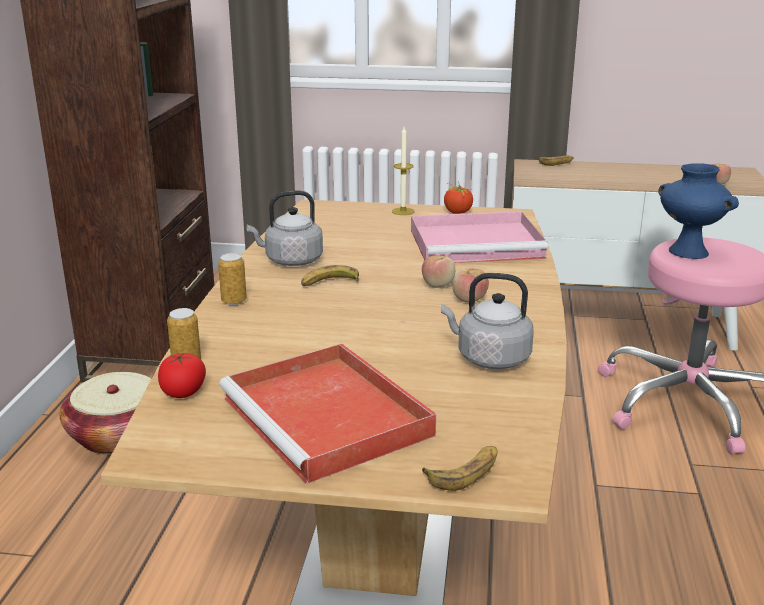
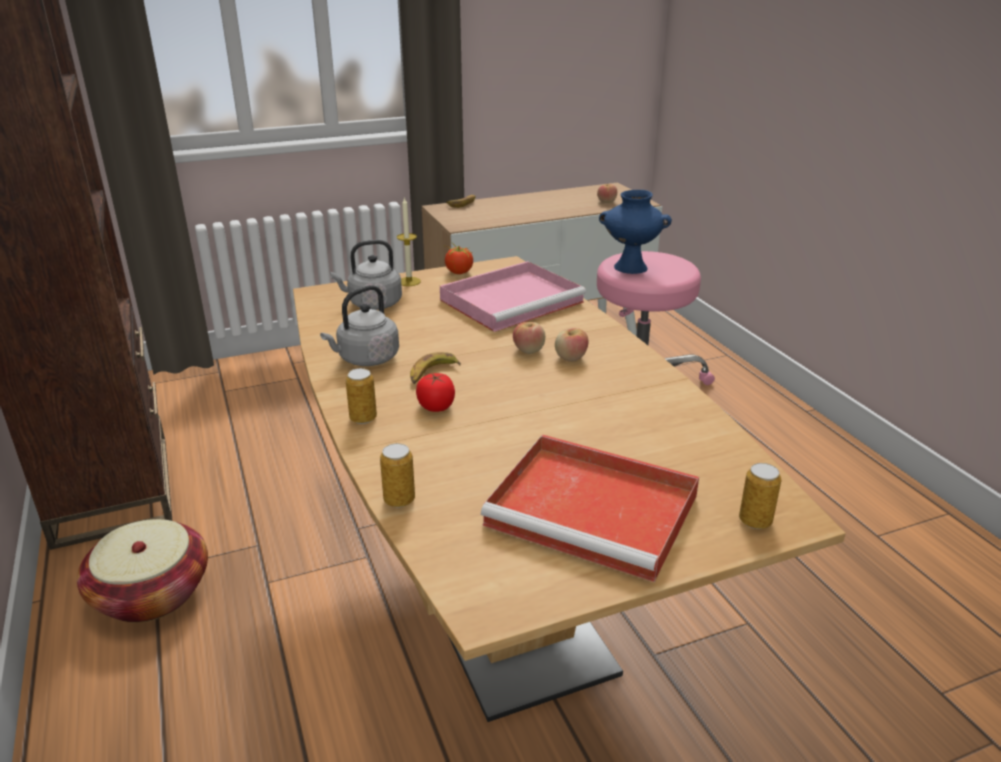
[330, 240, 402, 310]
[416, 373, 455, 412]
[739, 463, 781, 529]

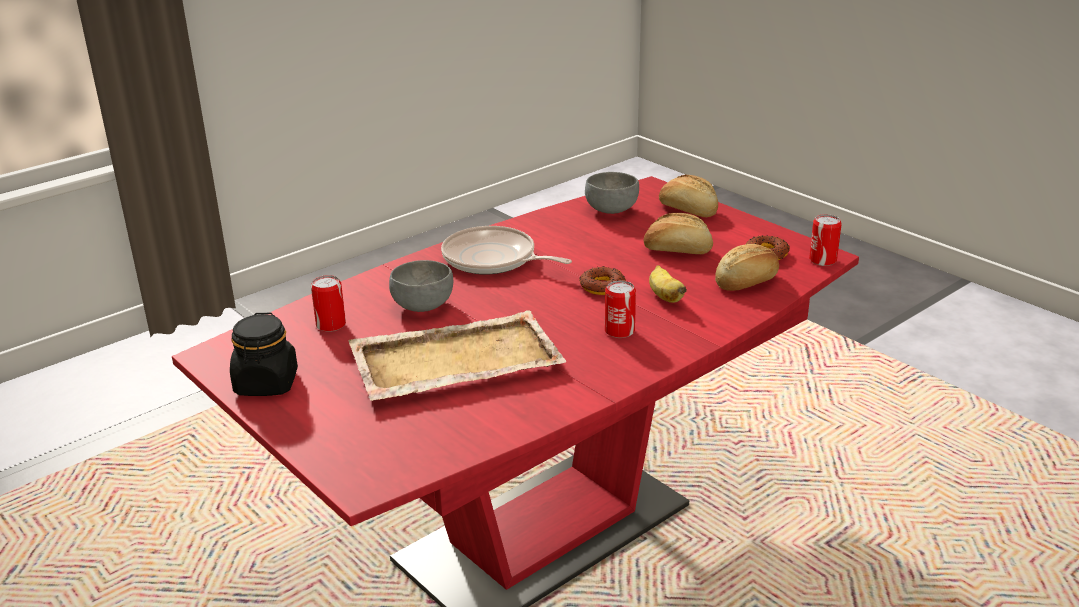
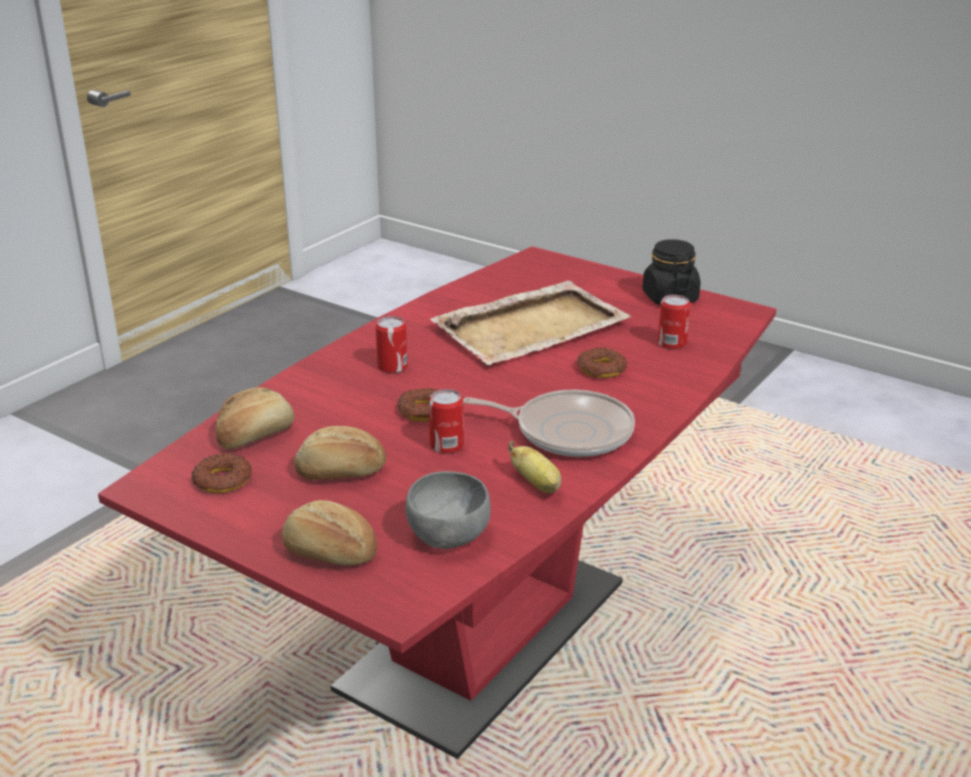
[429, 389, 464, 454]
[577, 348, 627, 378]
[508, 441, 561, 493]

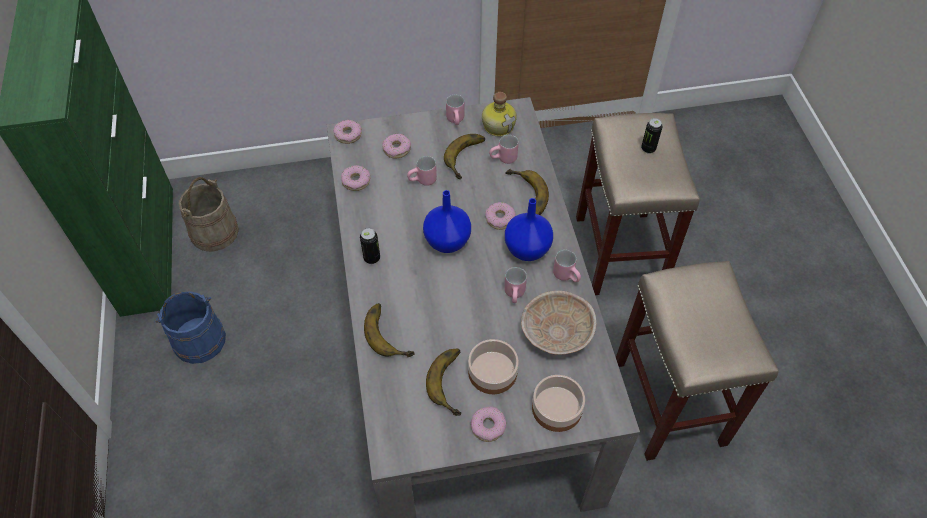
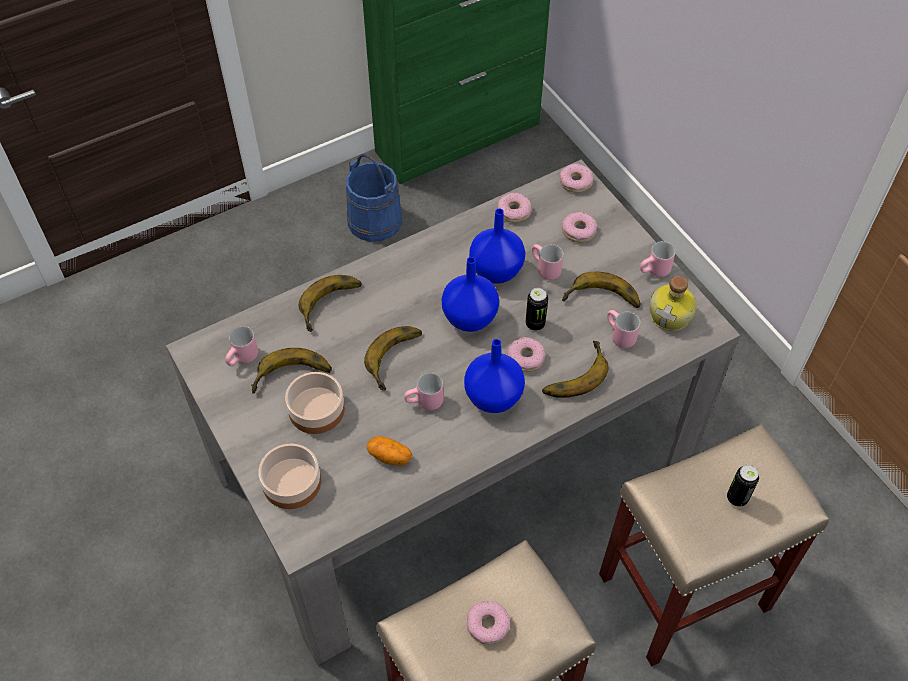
[179, 177, 239, 252] (first image)
[525, 288, 548, 331]
[225, 326, 258, 366]
[366, 436, 412, 466]
[467, 601, 510, 644]
[469, 209, 525, 284]
[364, 326, 422, 391]

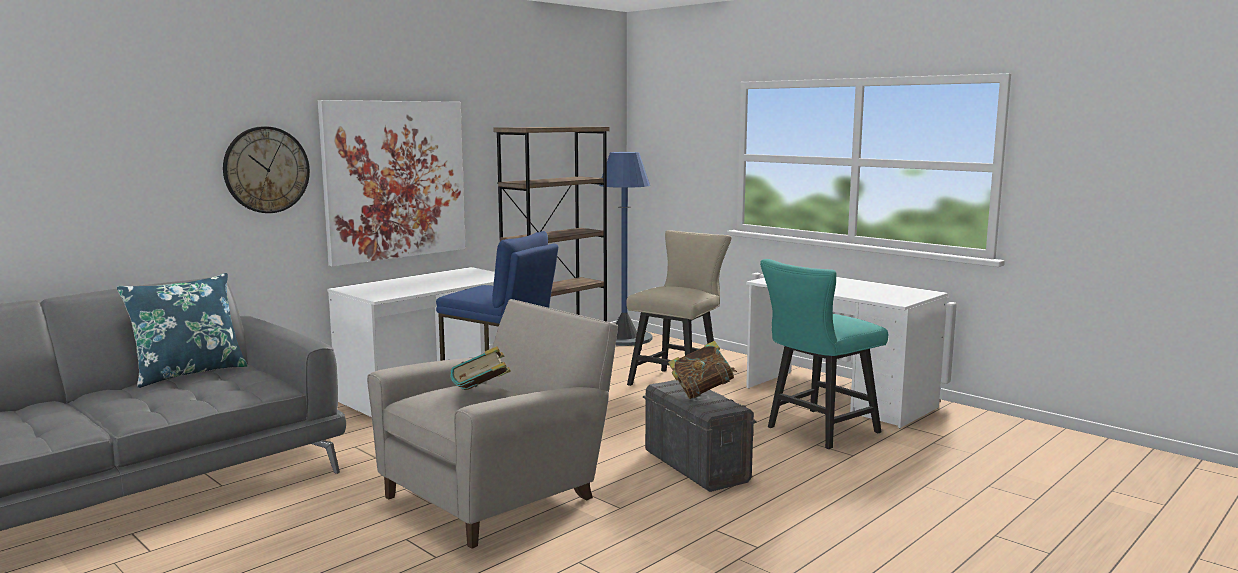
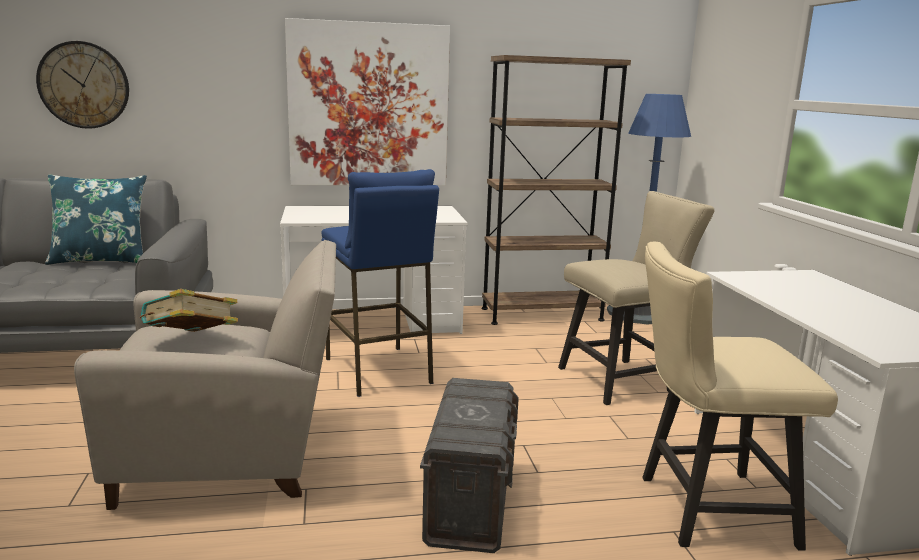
[36, 41, 129, 129]
[642, 242, 838, 551]
[668, 341, 737, 399] (first image)

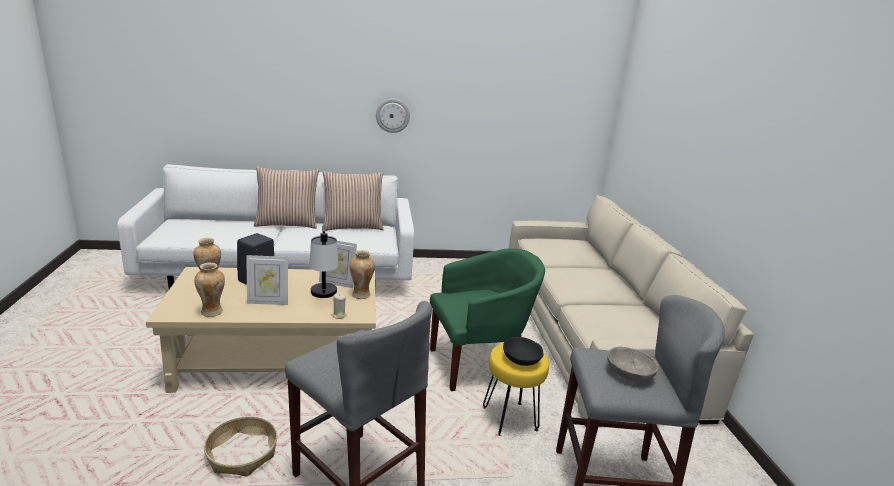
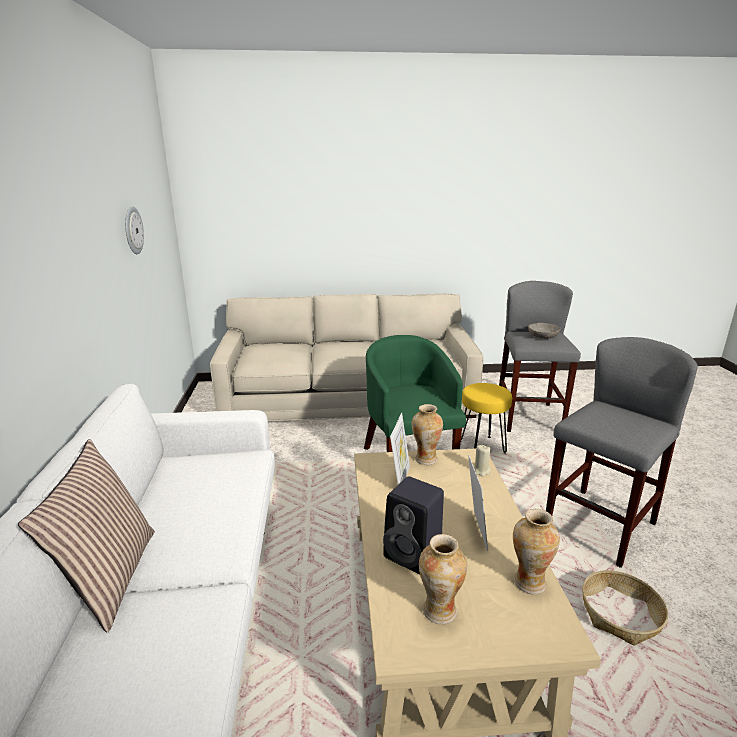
[125, 206, 144, 254]
[322, 171, 384, 231] (first image)
[309, 225, 339, 298] (first image)
[503, 337, 544, 366] (first image)

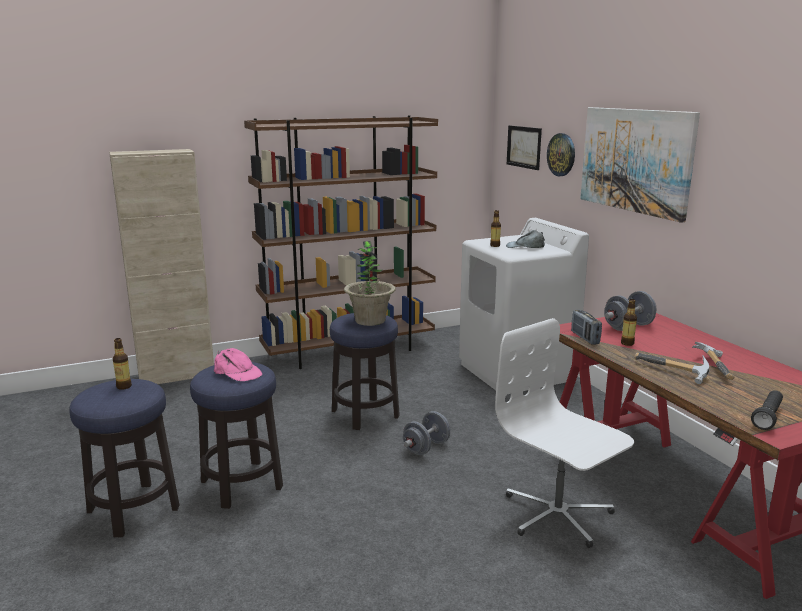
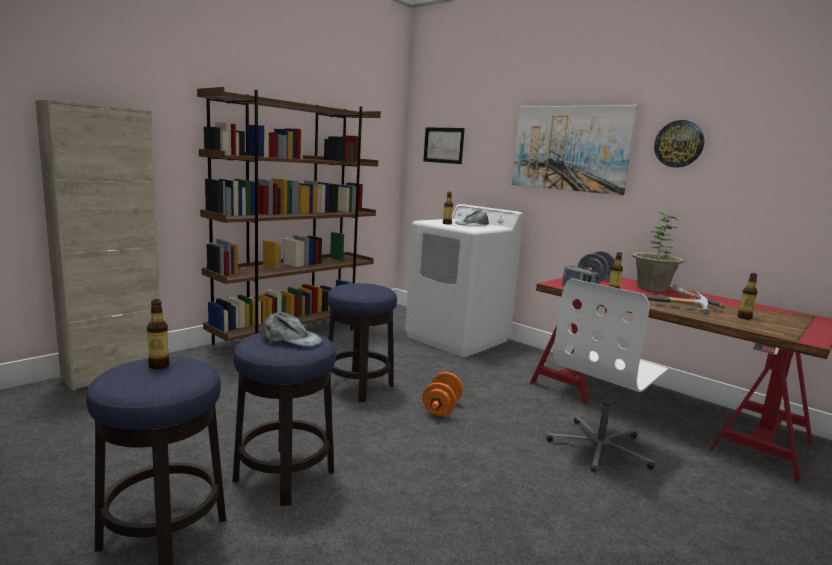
[654, 120, 705, 168]
[632, 212, 685, 292]
[547, 278, 669, 473]
[261, 312, 323, 347]
[751, 390, 783, 430] (first image)
[422, 372, 463, 416]
[737, 273, 757, 320]

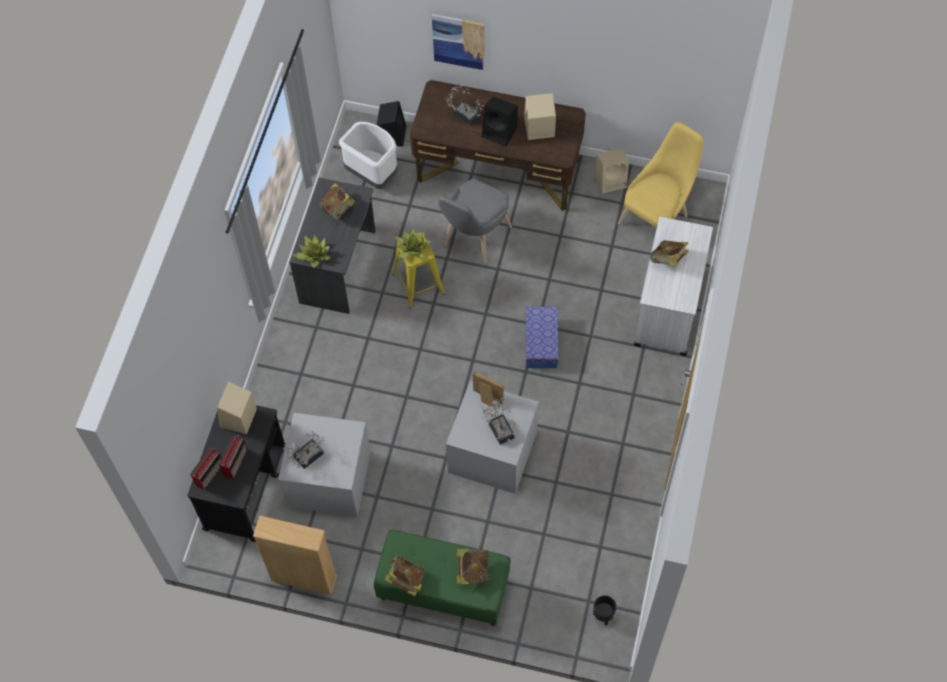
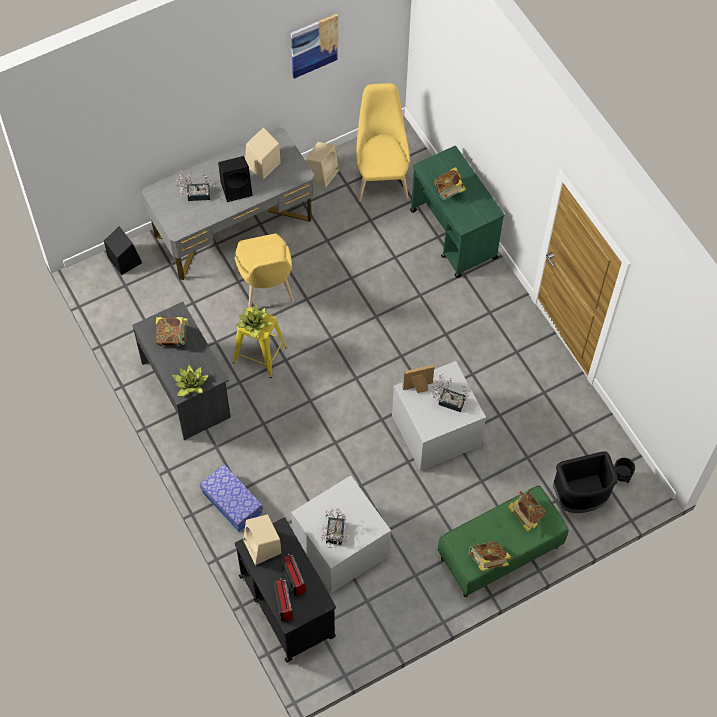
[291, 14, 338, 79]
[142, 128, 315, 280]
[339, 122, 397, 189] (first image)
[235, 234, 294, 308]
[410, 146, 504, 278]
[200, 465, 263, 532]
[253, 516, 337, 595] (first image)
[553, 452, 618, 513]

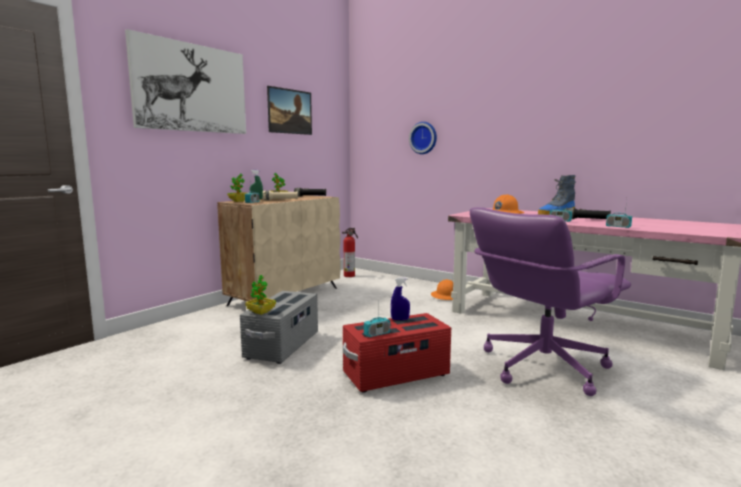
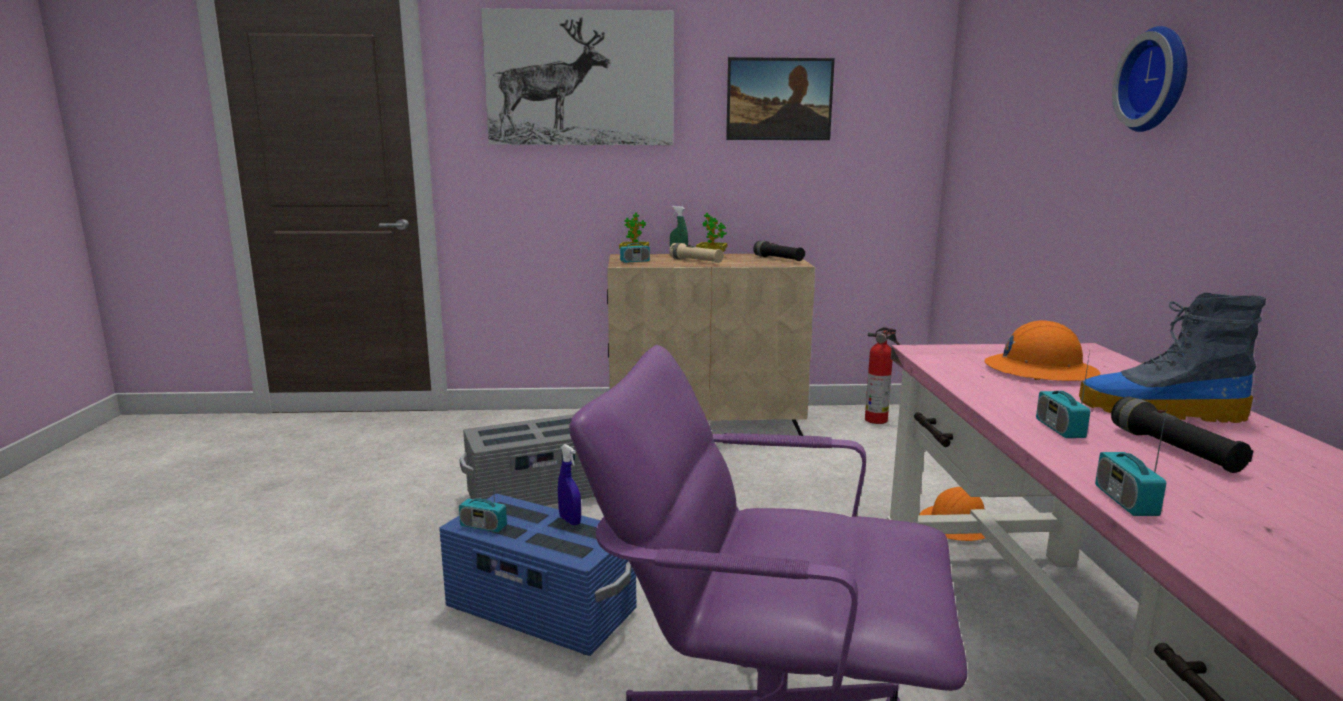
[1112, 26, 1187, 132]
[245, 275, 276, 315] (first image)
[439, 494, 636, 656]

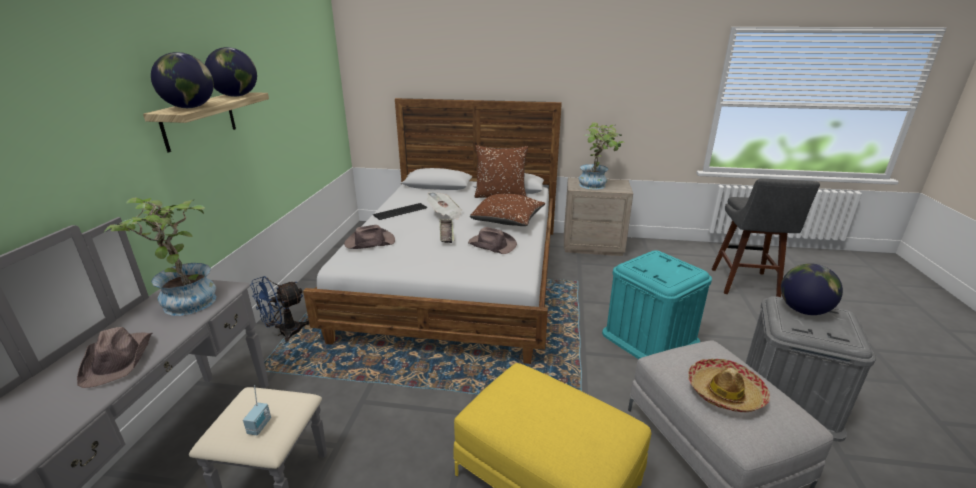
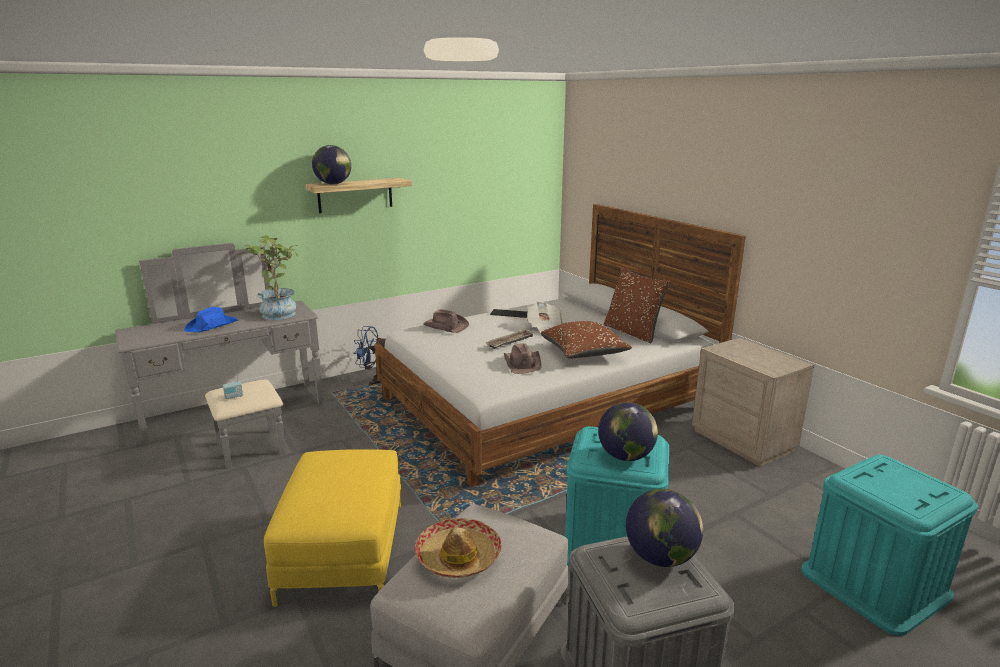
[598, 402, 658, 461]
[579, 122, 625, 190] (first image)
[801, 455, 978, 636]
[184, 307, 238, 332]

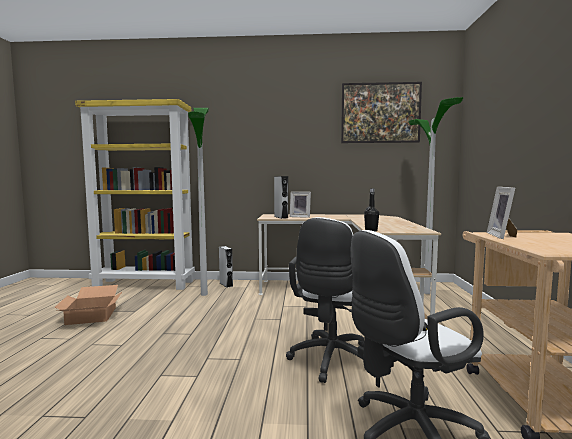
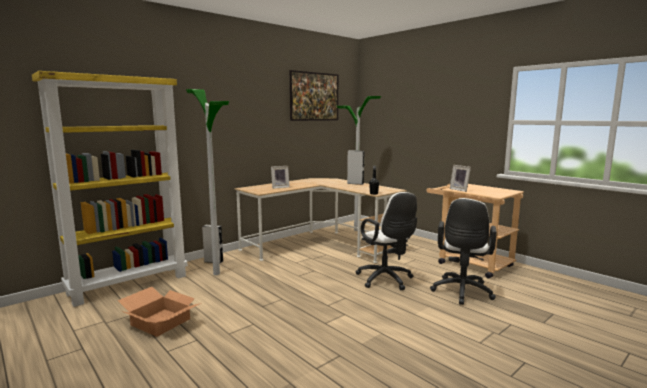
[347, 150, 364, 185]

